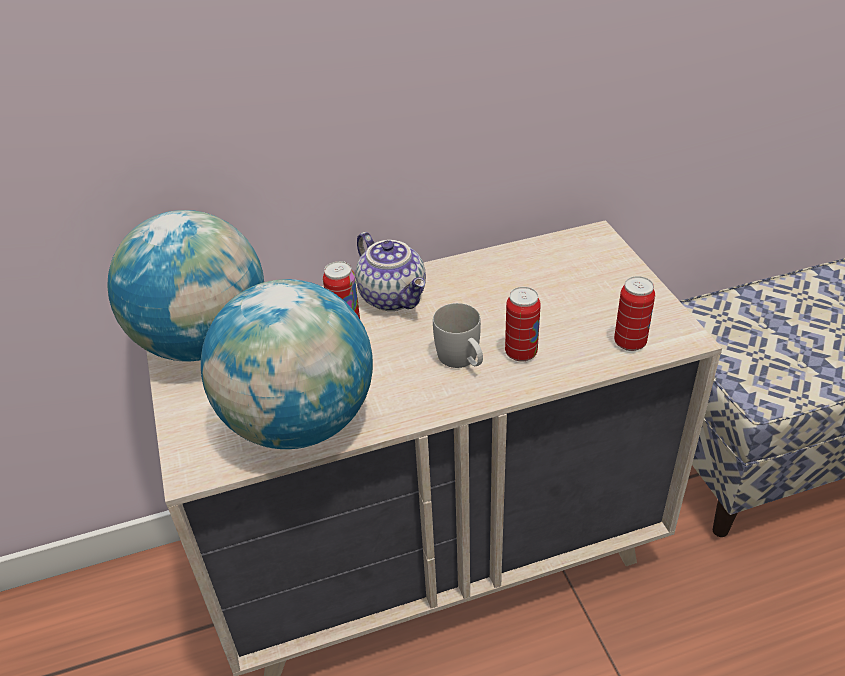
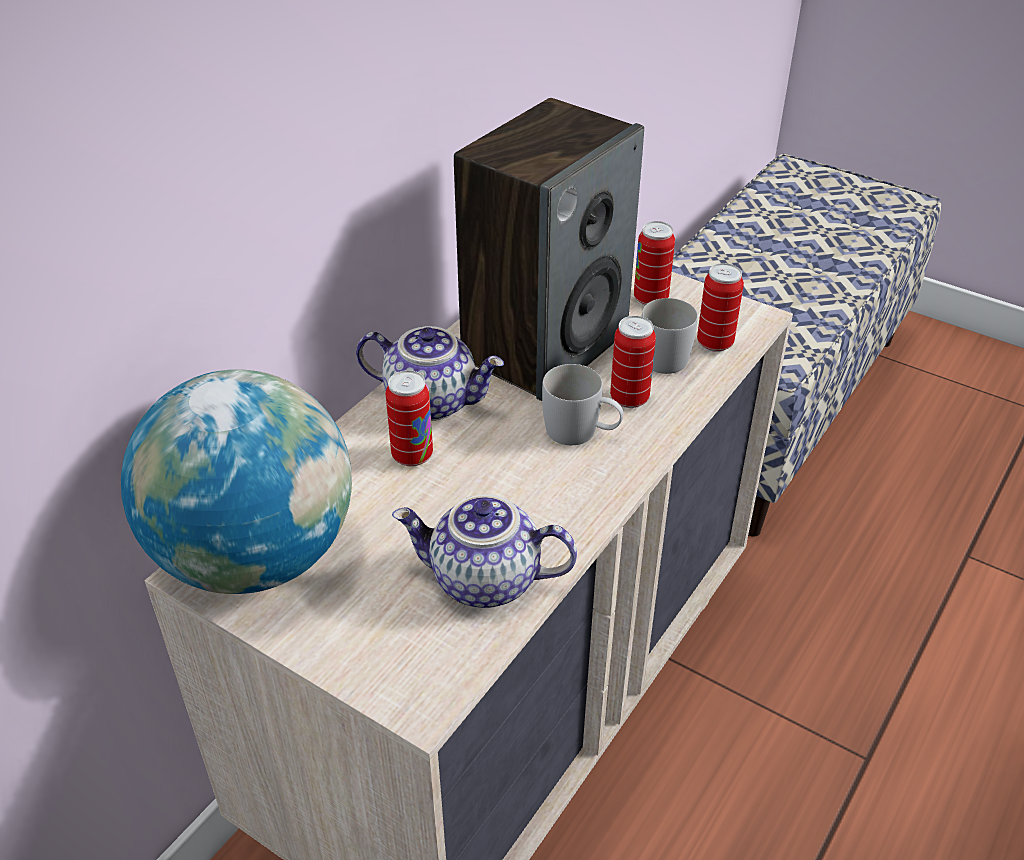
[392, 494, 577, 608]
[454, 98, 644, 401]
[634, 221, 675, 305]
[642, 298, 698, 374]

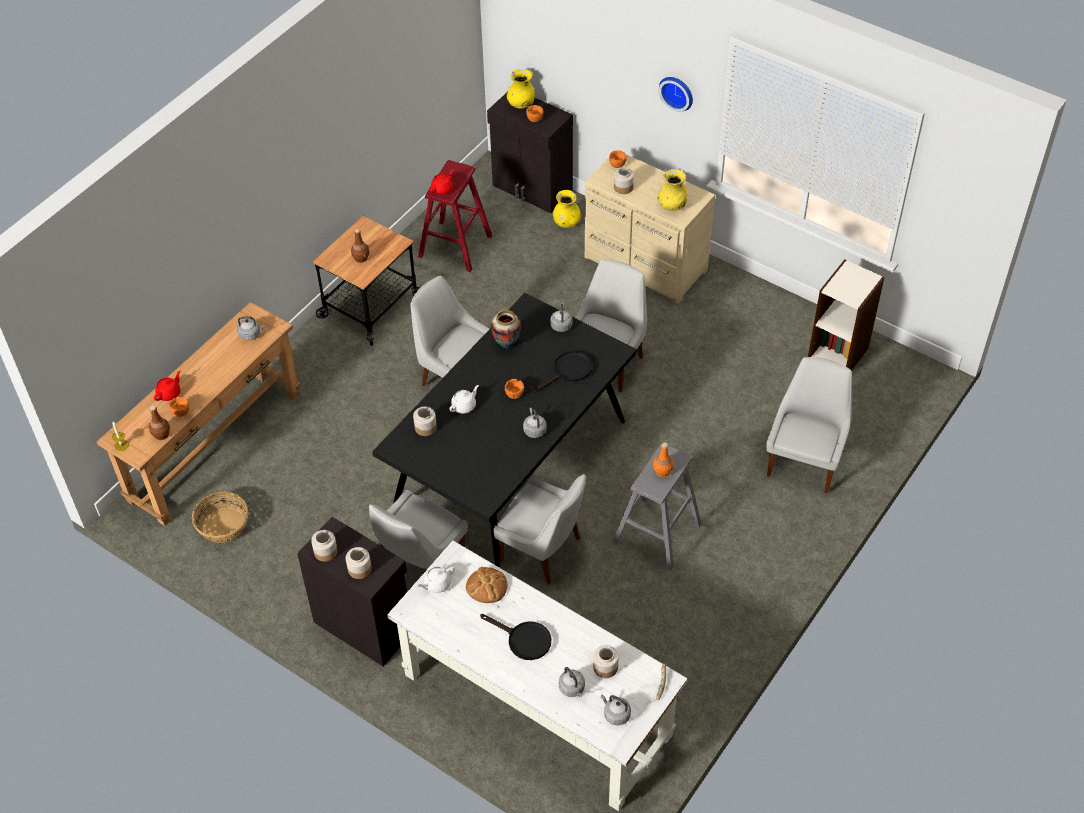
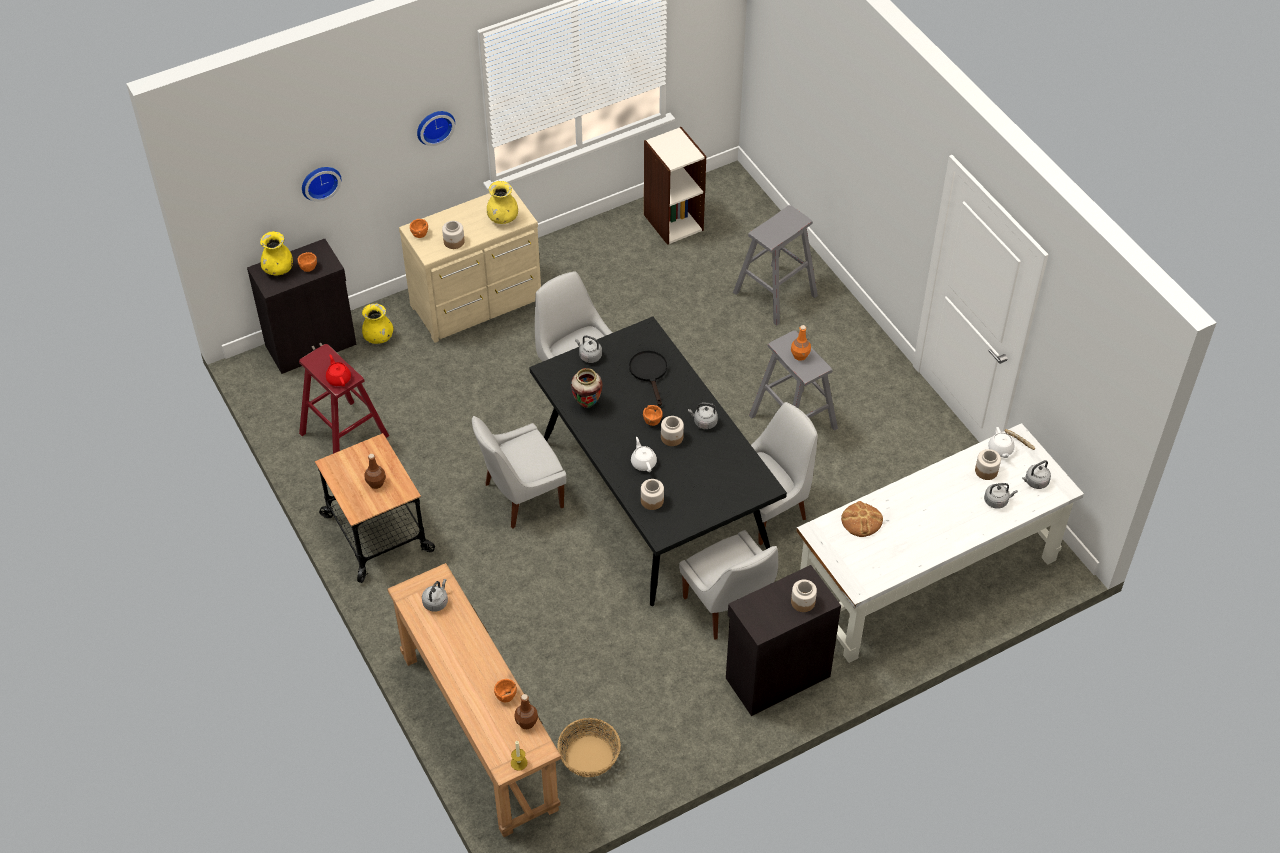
[733, 205, 818, 326]
[154, 371, 180, 401] (first image)
[661, 416, 684, 446]
[988, 427, 1015, 458]
[480, 614, 551, 660] (first image)
[302, 167, 341, 202]

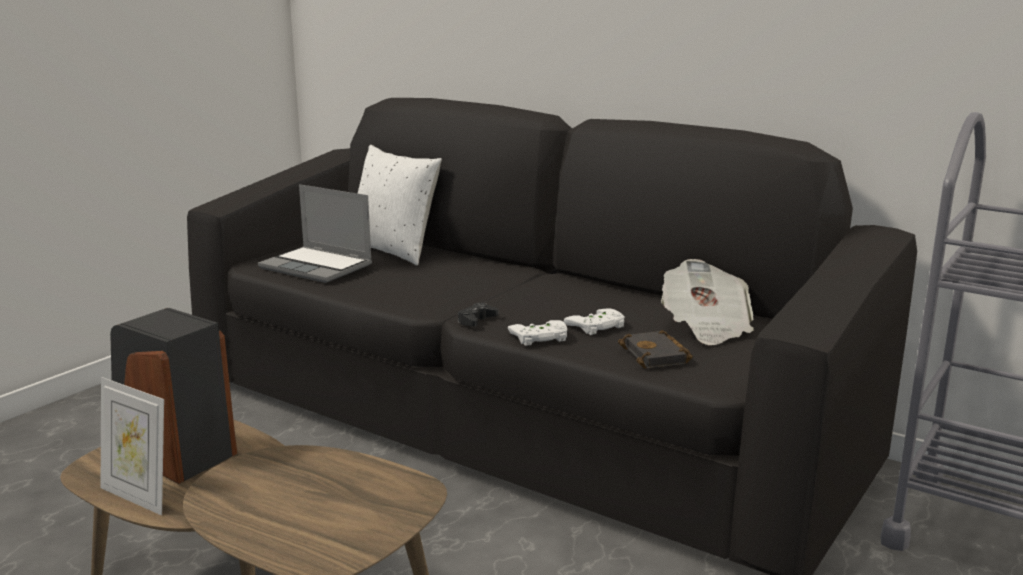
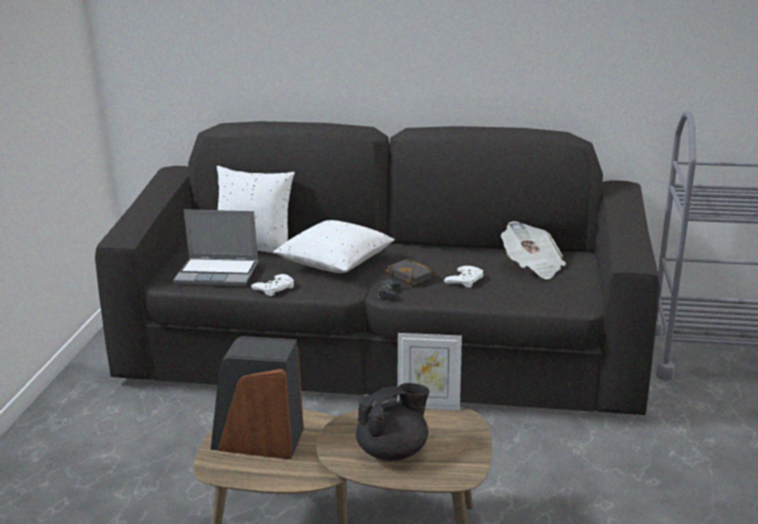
[251, 274, 294, 296]
[385, 258, 435, 285]
[397, 333, 462, 411]
[273, 220, 395, 273]
[356, 383, 429, 461]

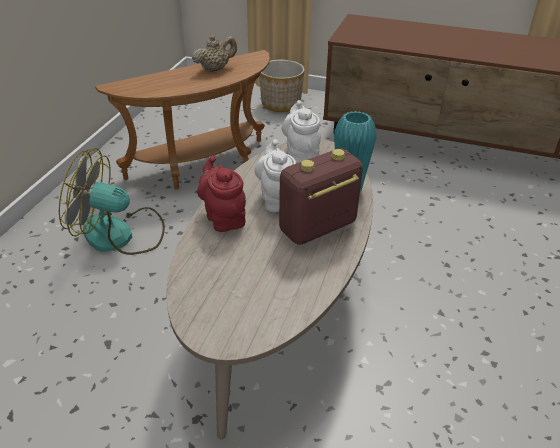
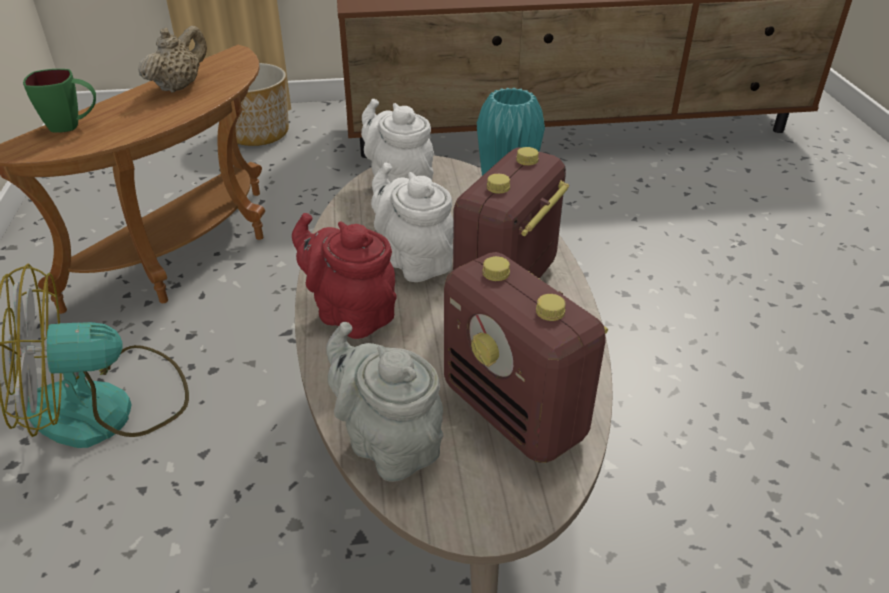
[23, 69, 96, 133]
[444, 252, 608, 463]
[326, 322, 443, 482]

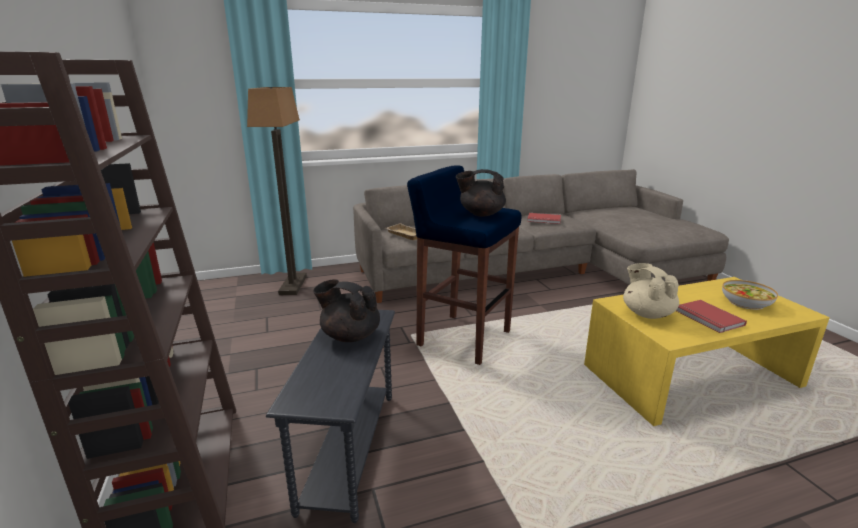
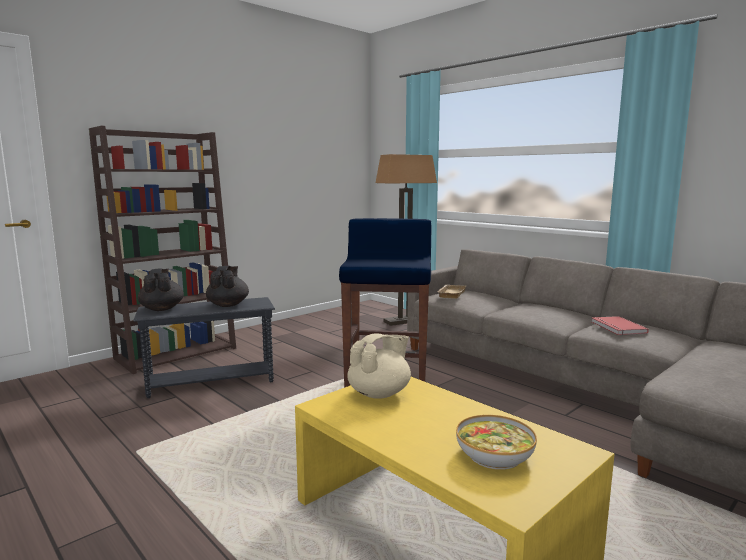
[138, 268, 184, 311]
[676, 300, 747, 333] (first image)

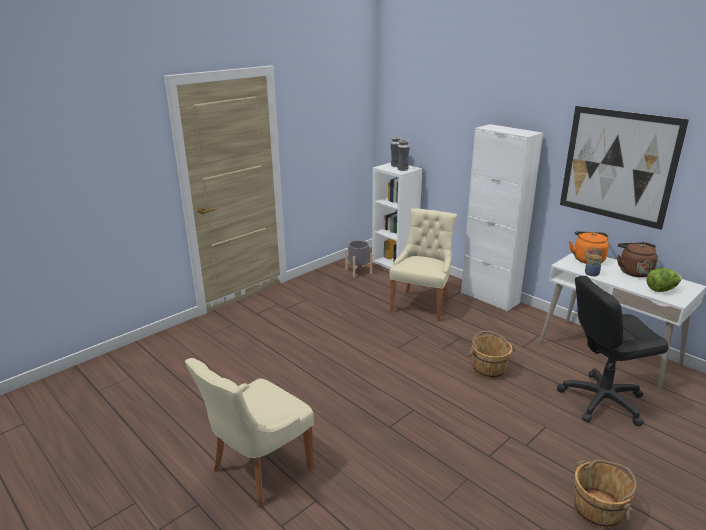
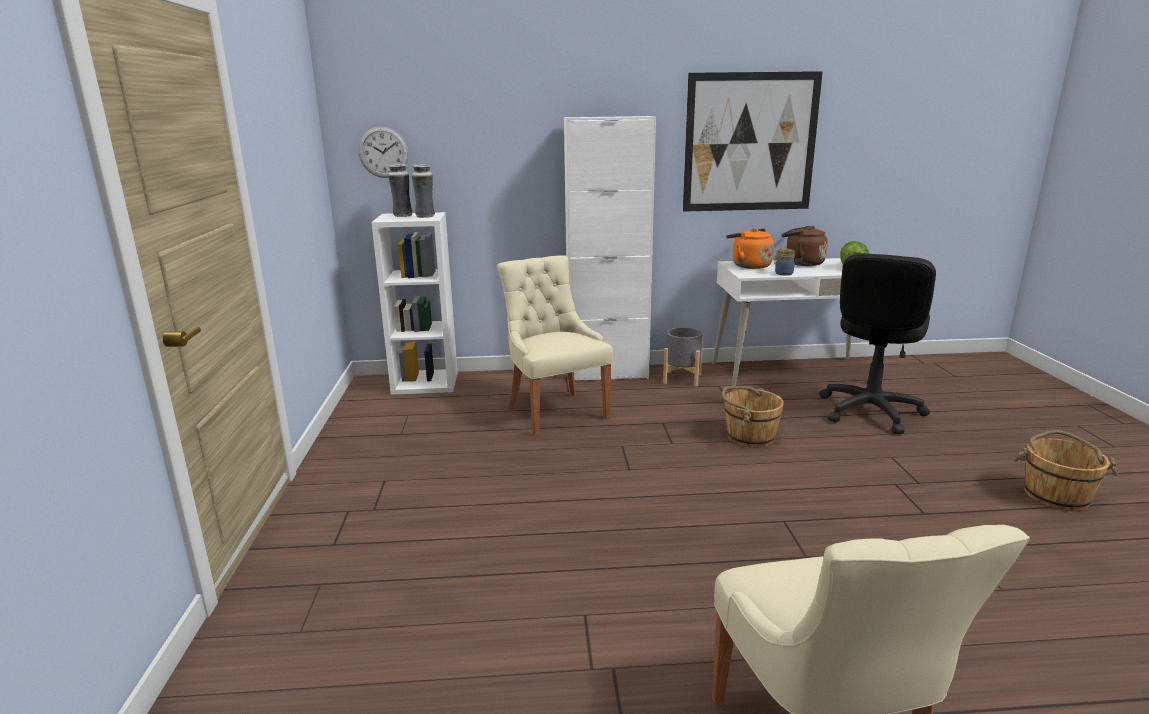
[663, 327, 703, 387]
[358, 127, 409, 178]

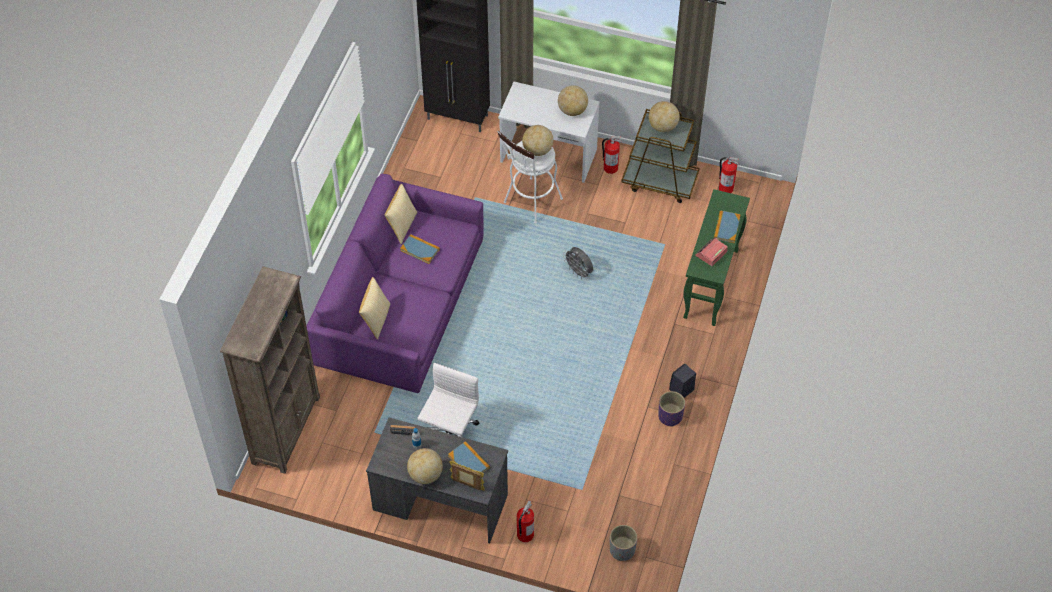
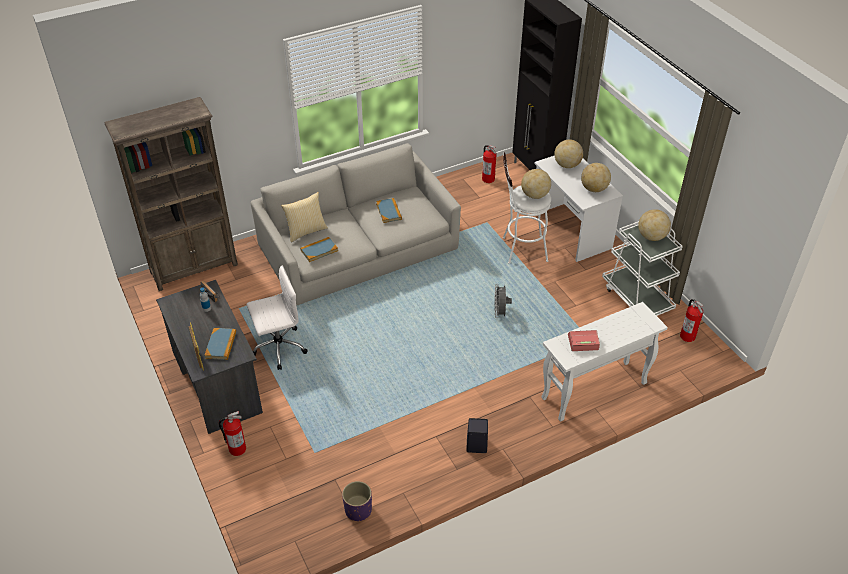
[602, 221, 683, 316]
[482, 145, 497, 183]
[251, 143, 461, 306]
[385, 184, 418, 244] (first image)
[541, 302, 668, 422]
[300, 237, 338, 262]
[342, 481, 372, 521]
[554, 139, 583, 168]
[610, 525, 638, 561] (first image)

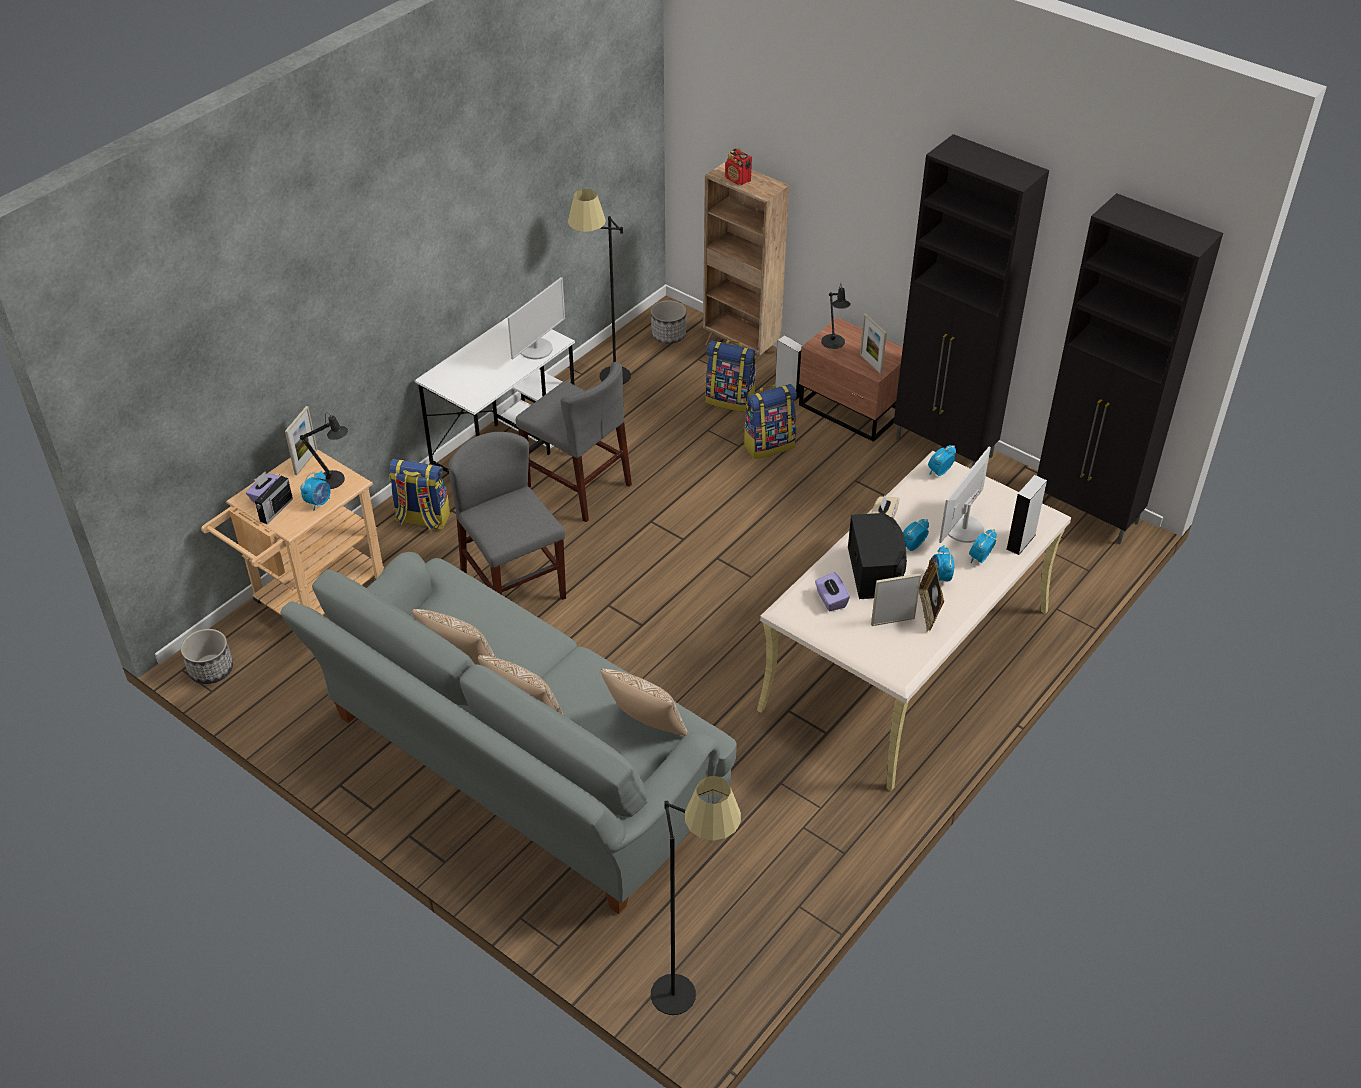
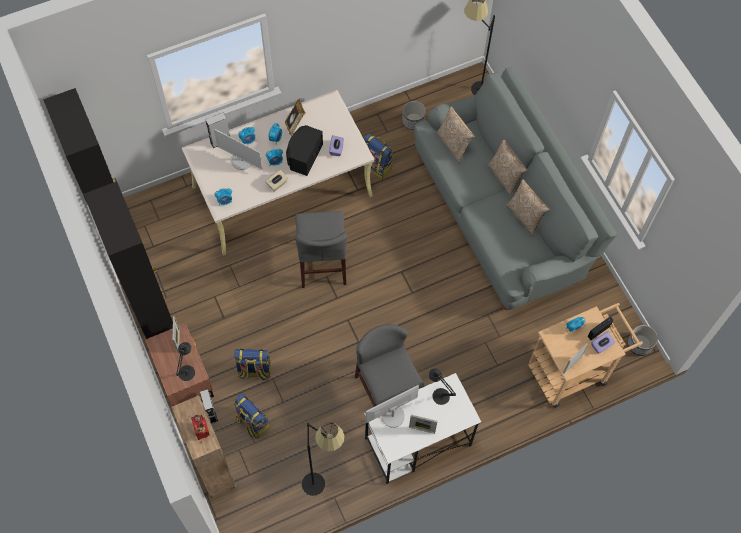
[402, 101, 426, 130]
[428, 368, 456, 405]
[295, 211, 347, 288]
[214, 129, 263, 170]
[363, 134, 393, 179]
[409, 415, 438, 434]

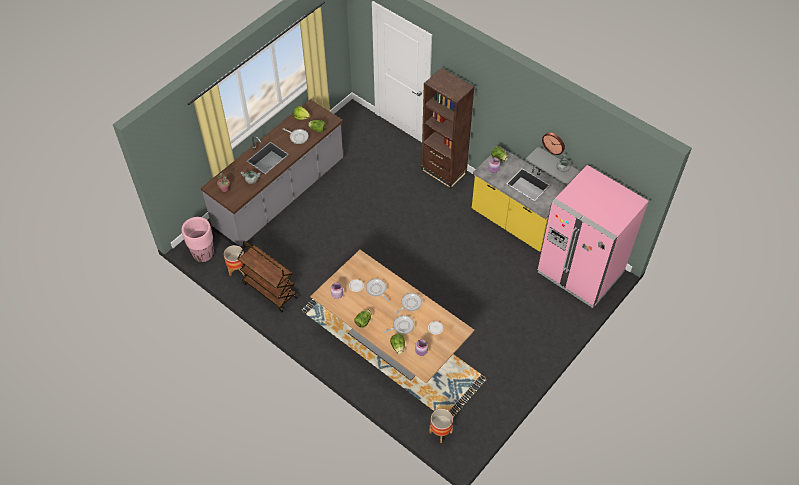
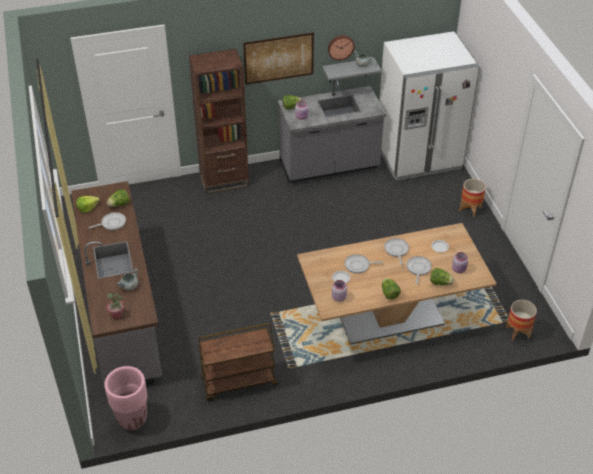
[278, 80, 386, 183]
[379, 31, 480, 181]
[460, 179, 486, 217]
[243, 33, 314, 85]

